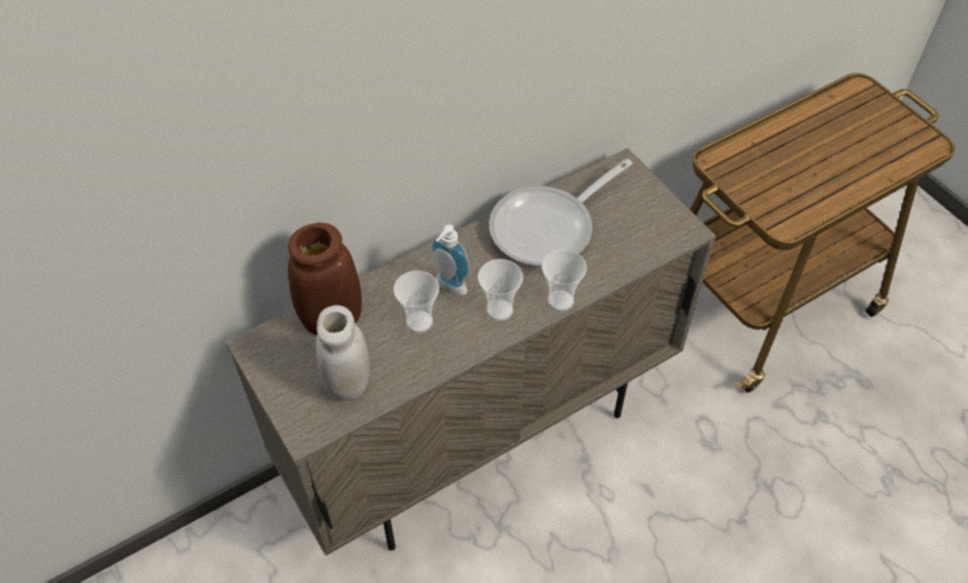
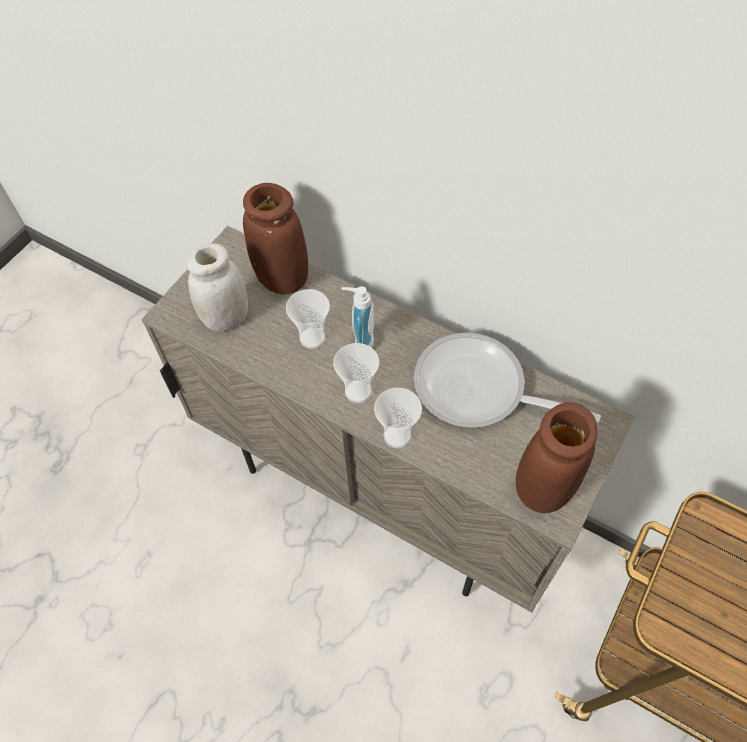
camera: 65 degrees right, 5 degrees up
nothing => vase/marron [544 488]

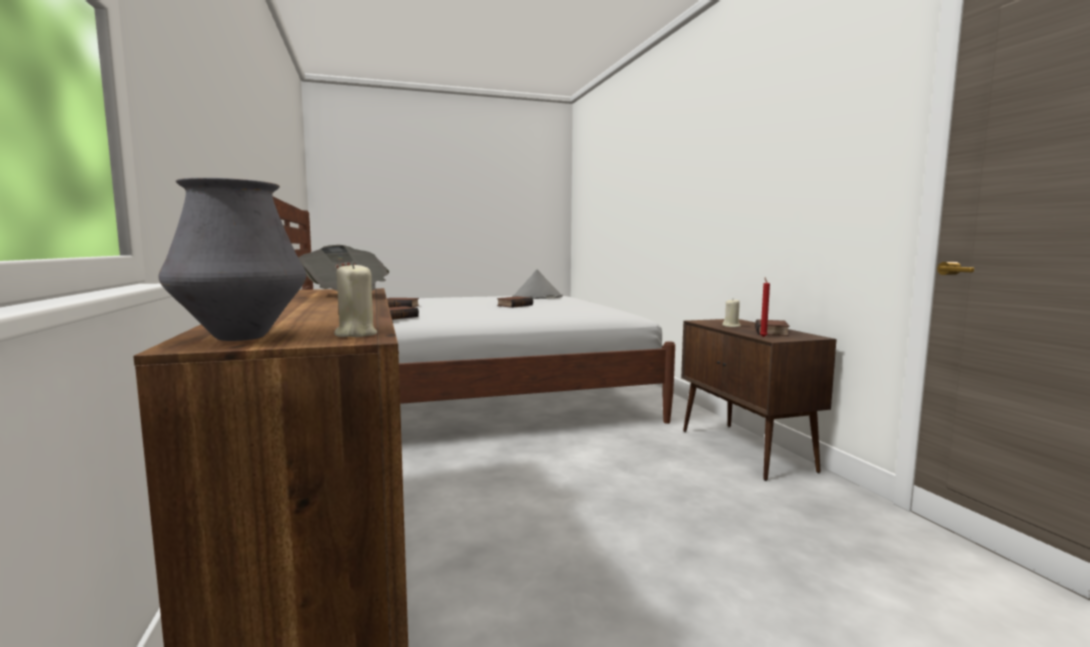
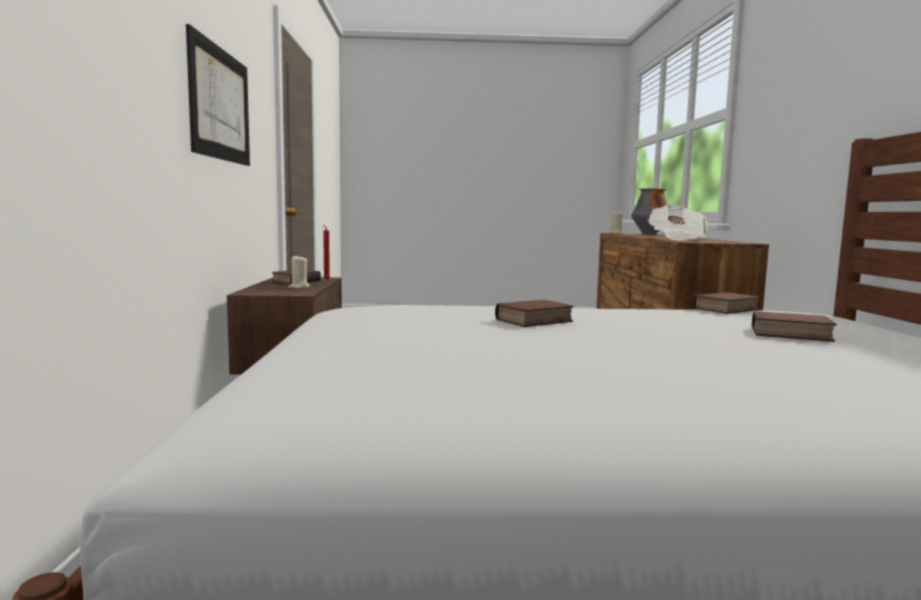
camera: 165 degrees left, 0 degrees up
chapeau/gris [537 298] => nothing
nothing => tableau [220 104]

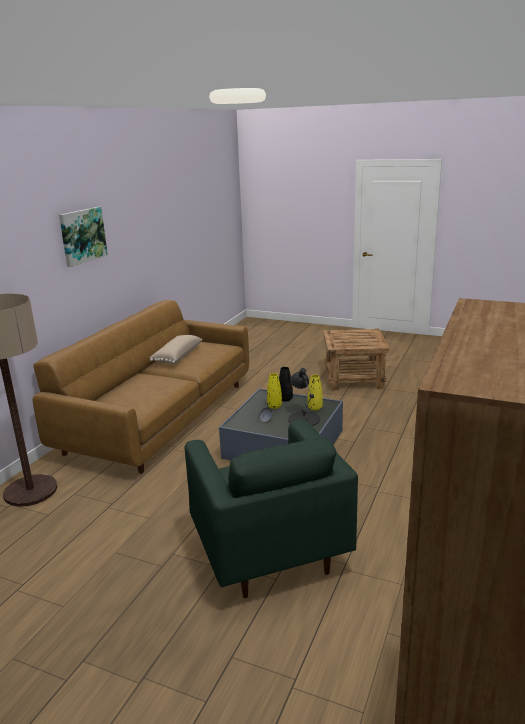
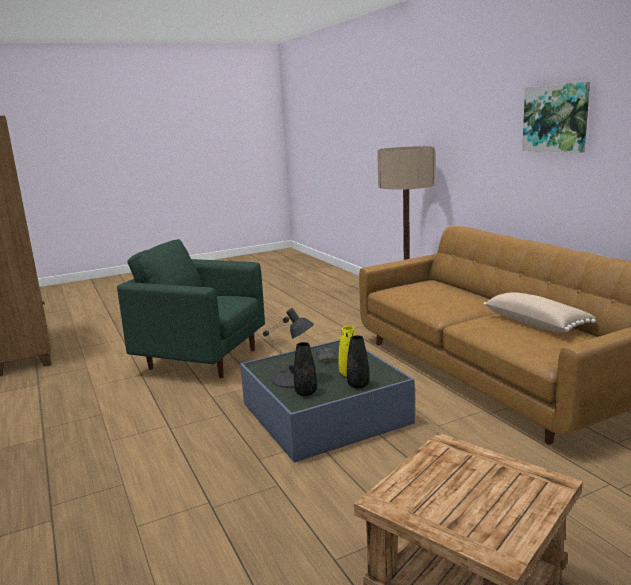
camera: 130 degrees right, 5 degrees down
vase/jaune [315 408] => vase/noir [305 392]

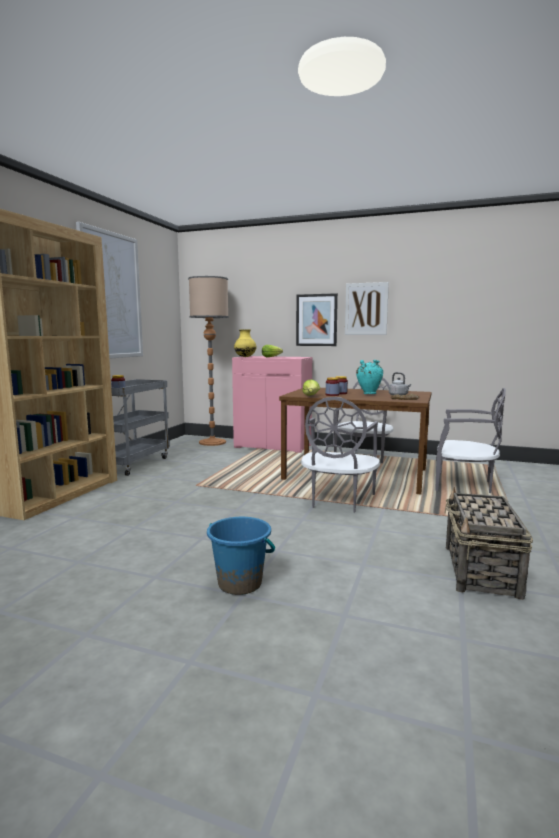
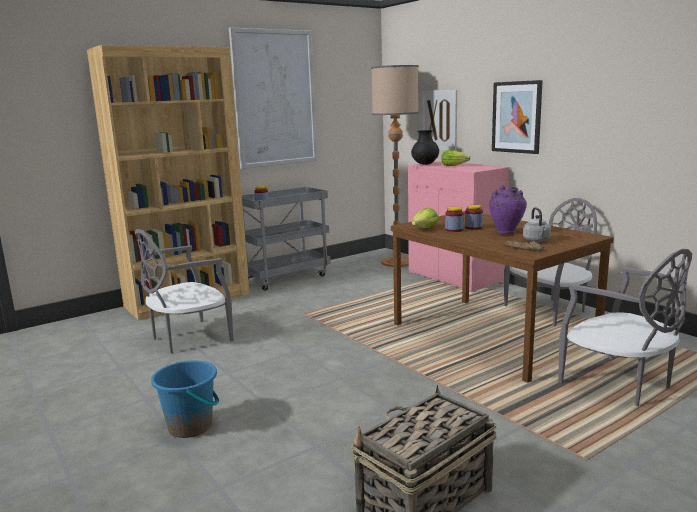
camera: 35 degrees right, 5 degrees up
tableau [366 309] => tableau [439 120], relocated
vase/jaune [245 357] => vase/noir [425 164]
vase/turquoise [369 394] => vase/violet [506 232]
chaise/gris [337 501] => chaise/gris [189 338], relocated

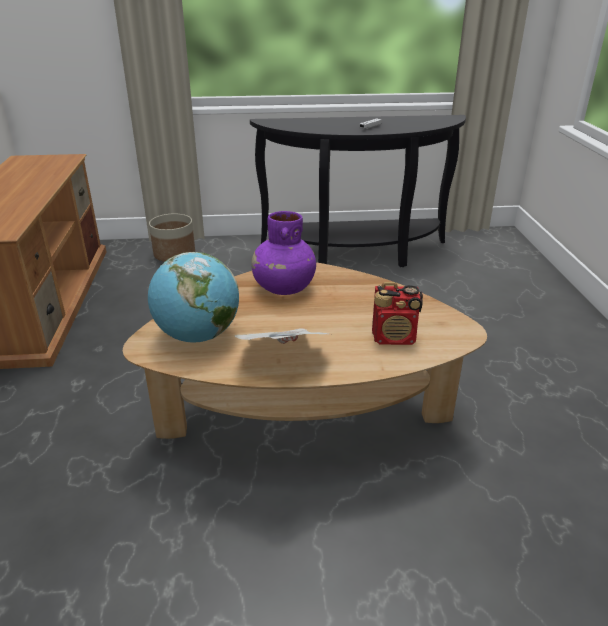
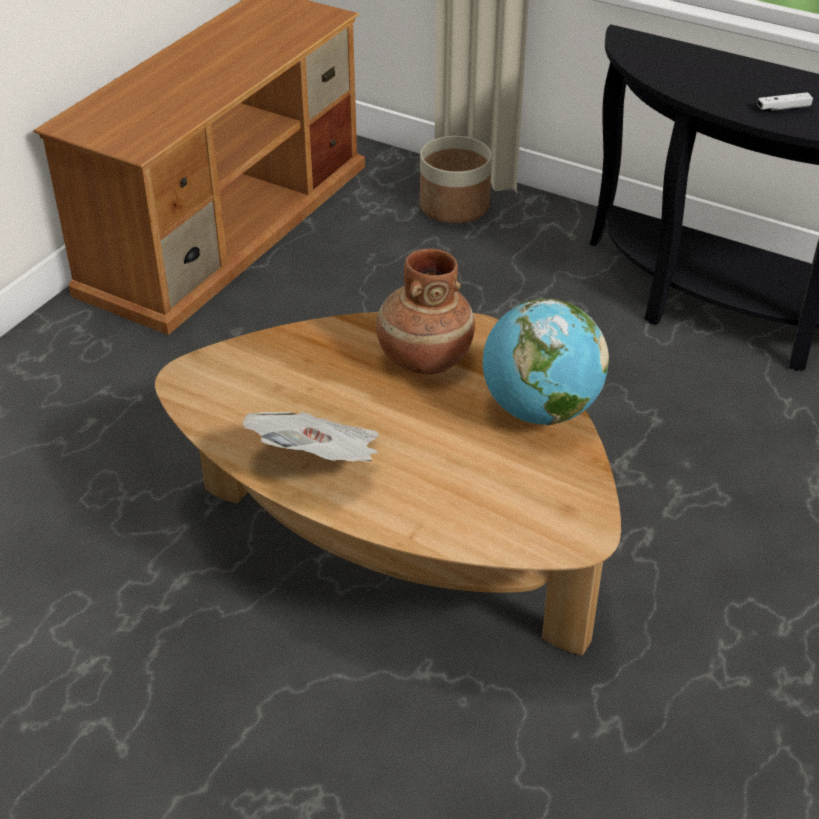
camera: 35 degrees right, 10 degrees up
vase/violet [283 288] => vase/marron [424 359]
globe [198 336] => globe [540 410], relocated
radio [394 338] => nothing

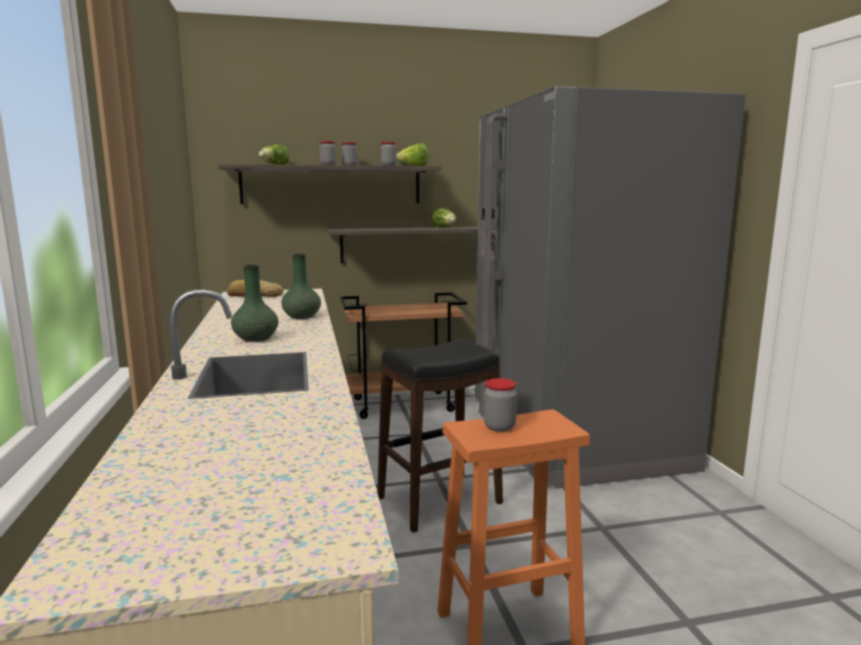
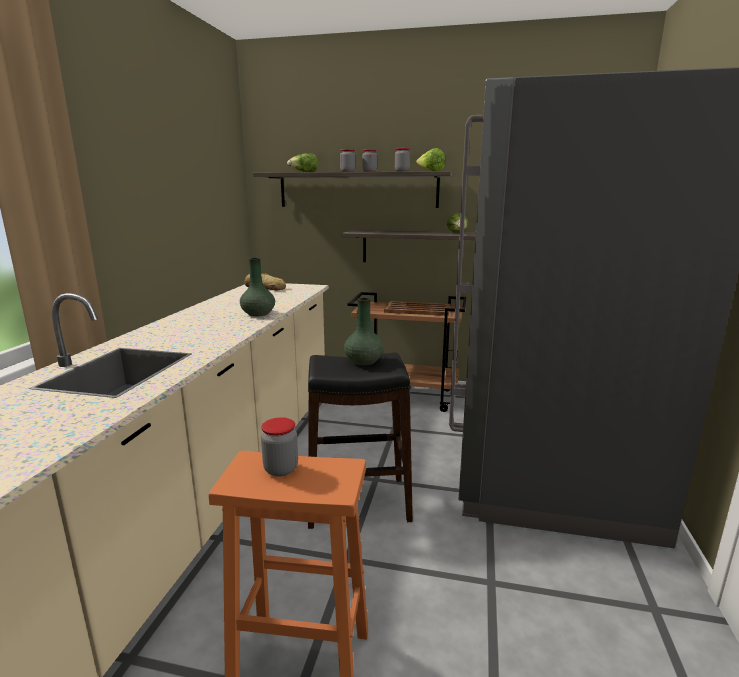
camera: 25 degrees right, 5 degrees up
vase/vert [256 338] => vase/vert [364 361], relocated
nothing => plateau/marron [418 309]

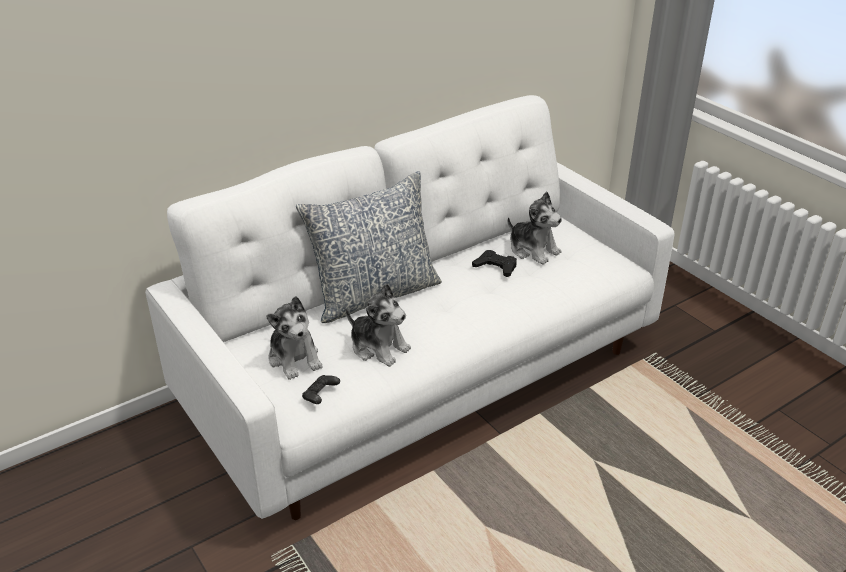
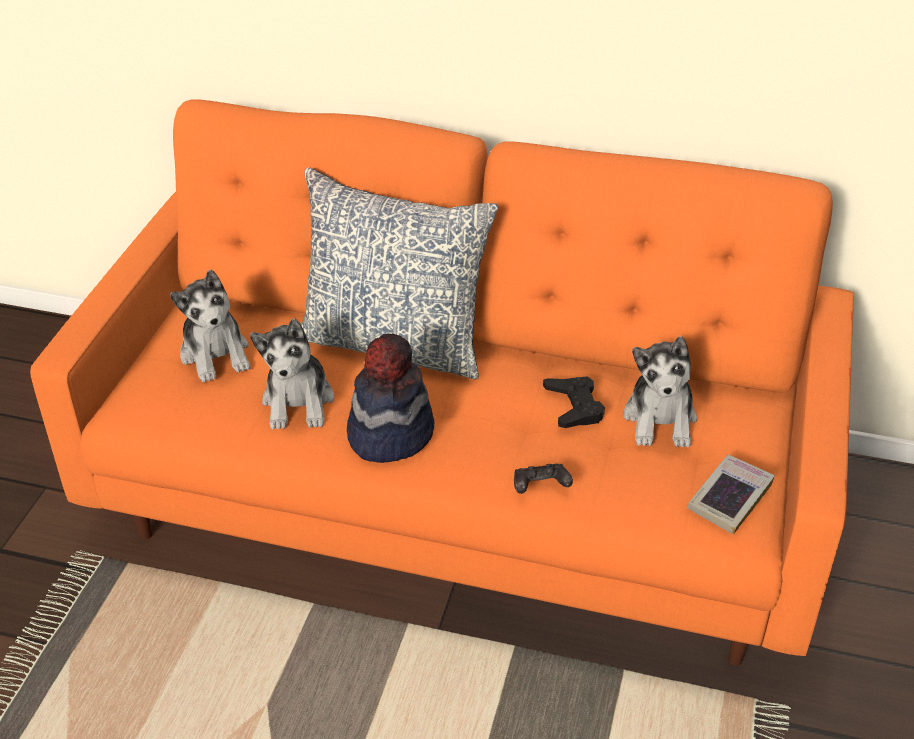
camera: 50 degrees right, 5 degrees up
canapé/blanc [423 379] => canapé/orange [458 502]
peluche [295 358] => peluche [216 354], 45 degrees counterclockwise
manette/noir [320 396] => manette/noir [540 487], relocated
nothing => chapeau [389 433]
nothing => livre [729 498]

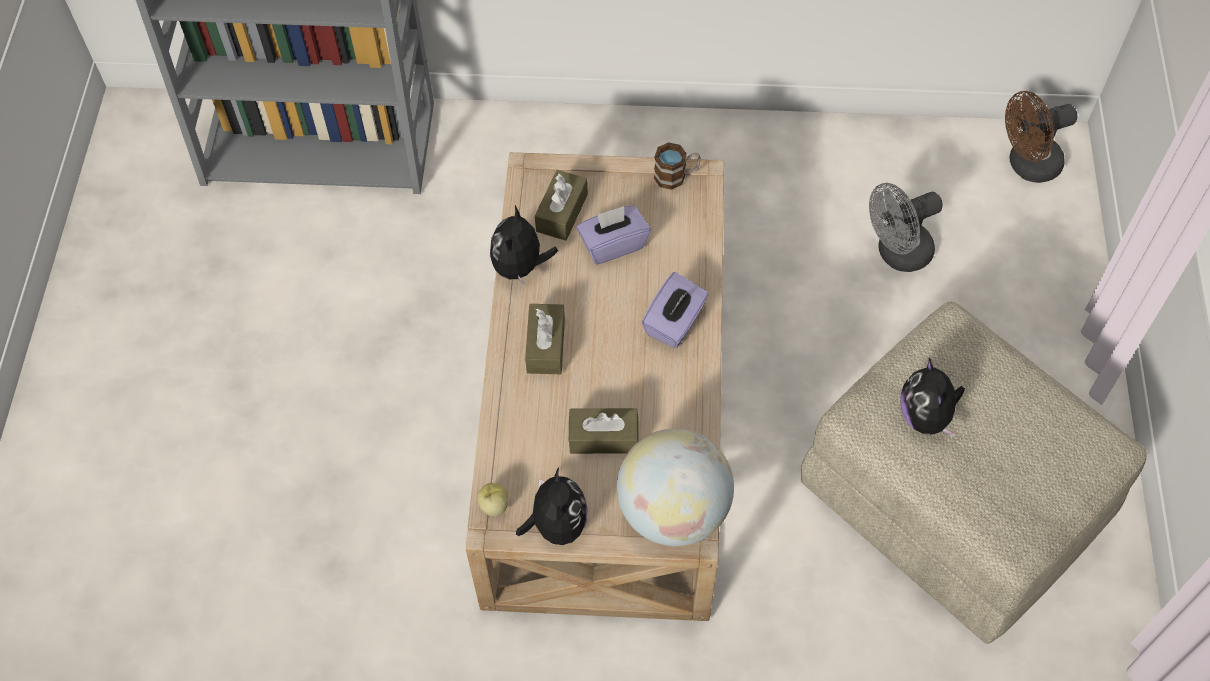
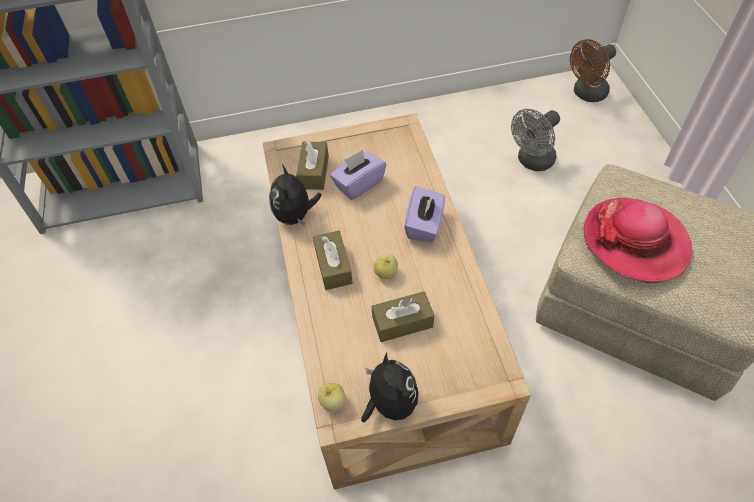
camera: 15 degrees left, 5 degrees down
mug [676 176] => nothing
peluche [926 417] => chapeau [635 242]
globe [673 511] => nothing
nothing => pomme [386 273]

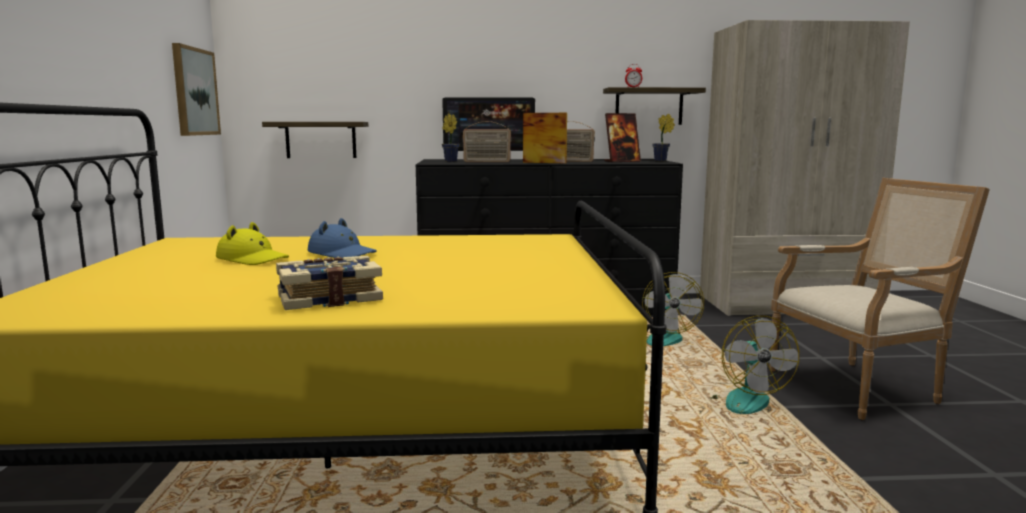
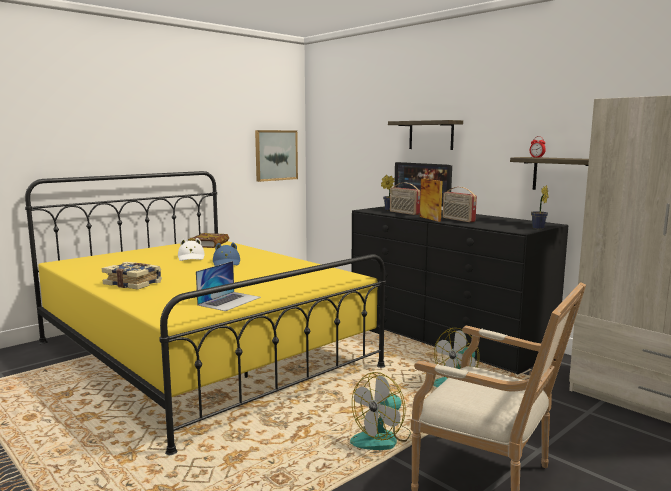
camera: 50 degrees right, 0 degrees up
cadre photo [622 161] => nothing
étagère [321 140] => étagère [431 135], relocated
chapeau/jaune [253 259] => chapeau/blanc [191 257]
nothing => livre [209 244]
nothing => ordinateur portable [229 301]

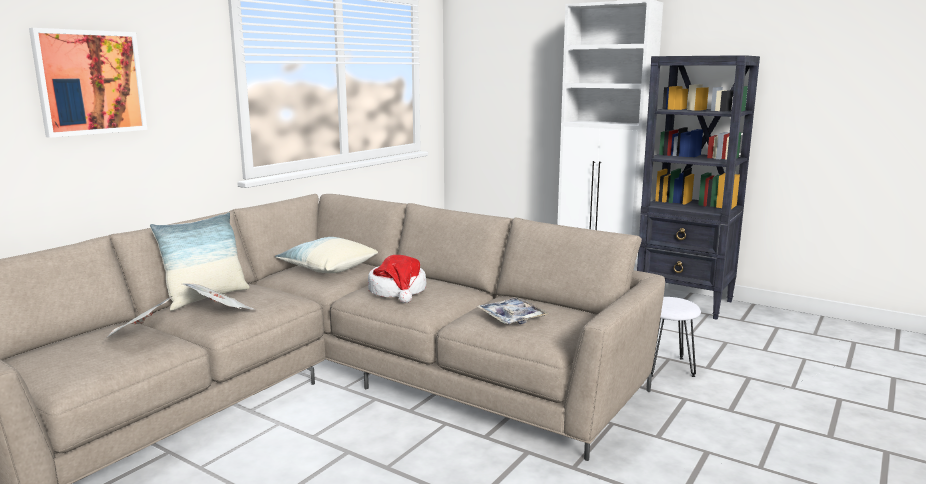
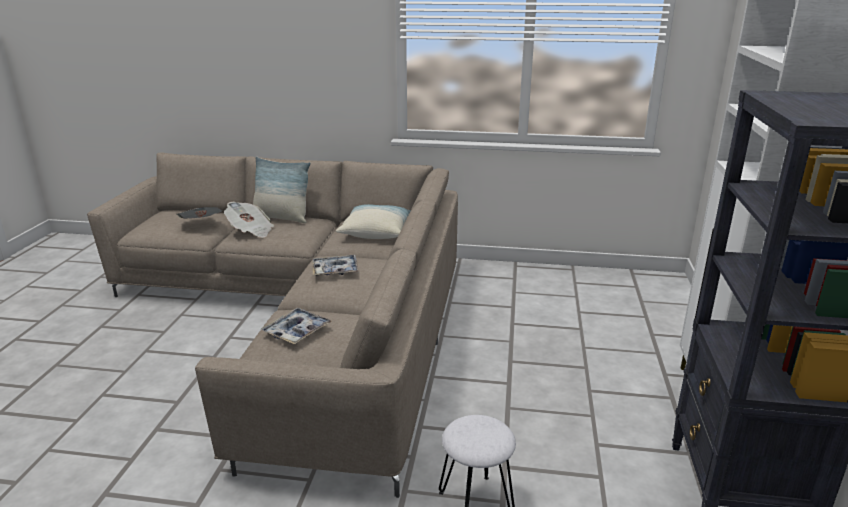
camera: 65 degrees right, 10 degrees up
tableau [90 82] => nothing
chapeau [398 291] => plateau [335 270]

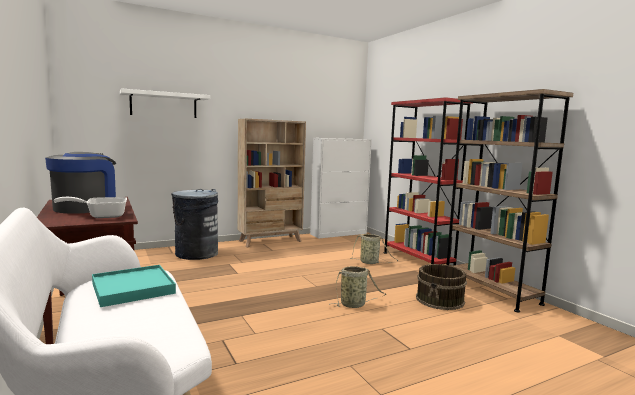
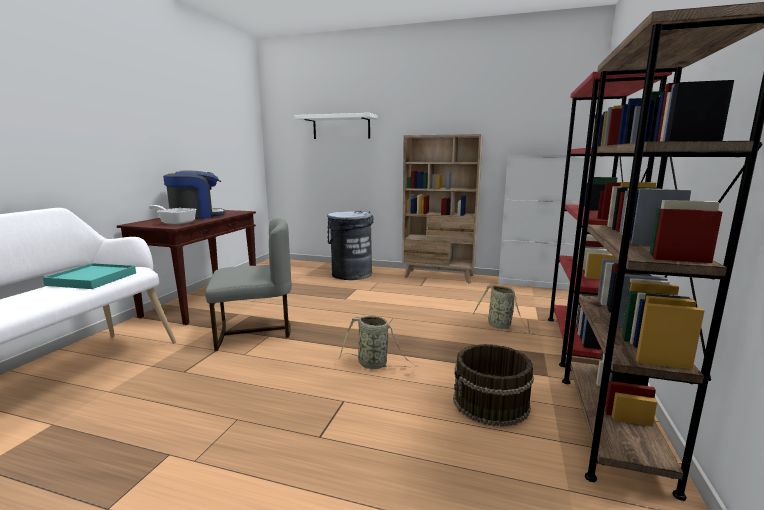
camera: 45 degrees right, 5 degrees up
nothing => chaise/gris [254 332]

